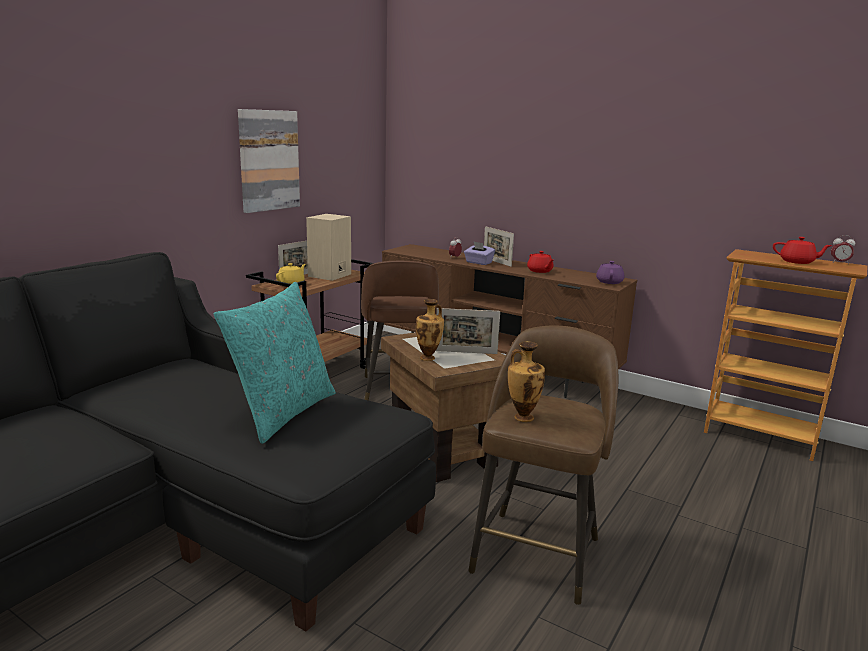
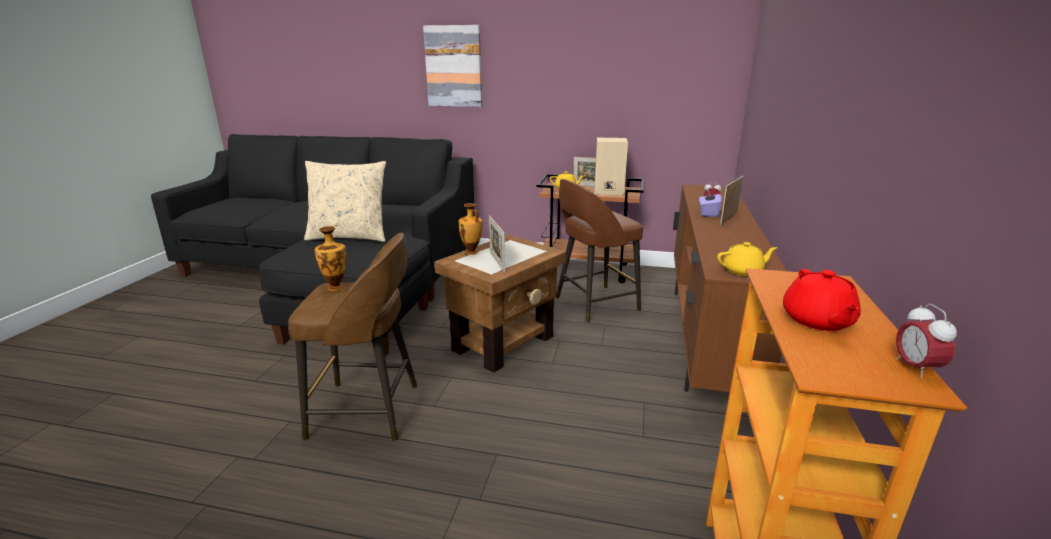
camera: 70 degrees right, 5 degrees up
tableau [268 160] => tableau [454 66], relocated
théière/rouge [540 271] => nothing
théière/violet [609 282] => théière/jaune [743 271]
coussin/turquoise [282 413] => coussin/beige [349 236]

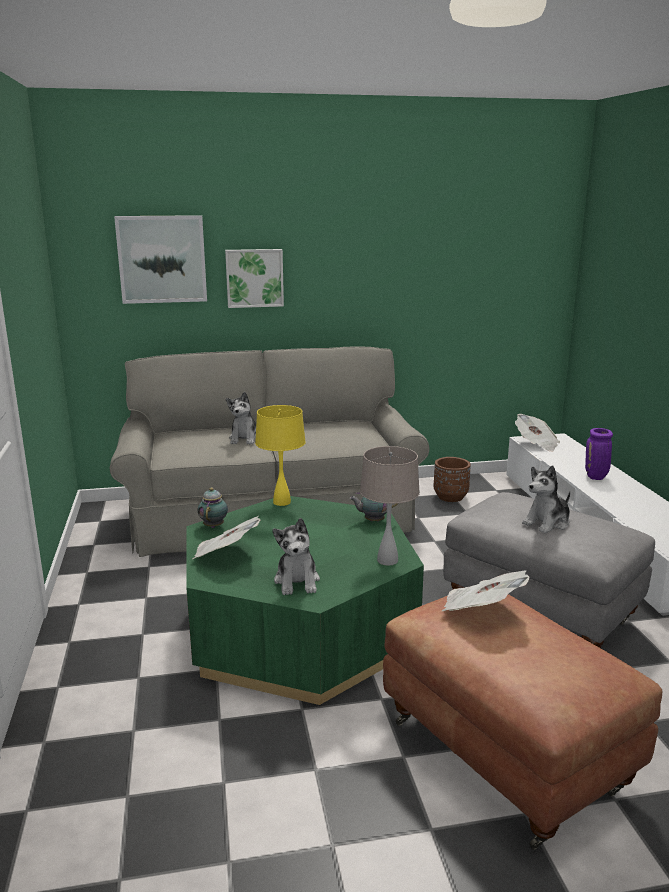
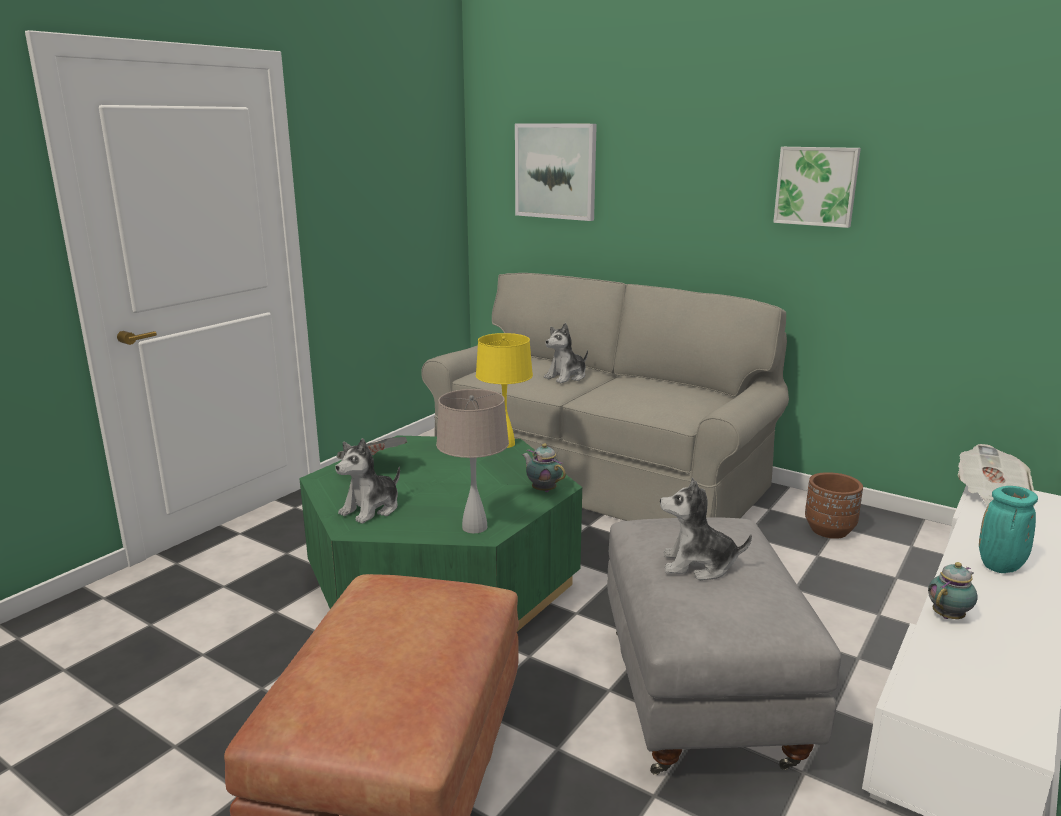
camera: 45 degrees right, 0 degrees up
tableau [254 278] => tableau [816 186], relocated
vase/violet [596 477] => vase/turquoise [1000 568]
théière [214 525] => théière [949 616], relocated
journal [481 610] => nothing

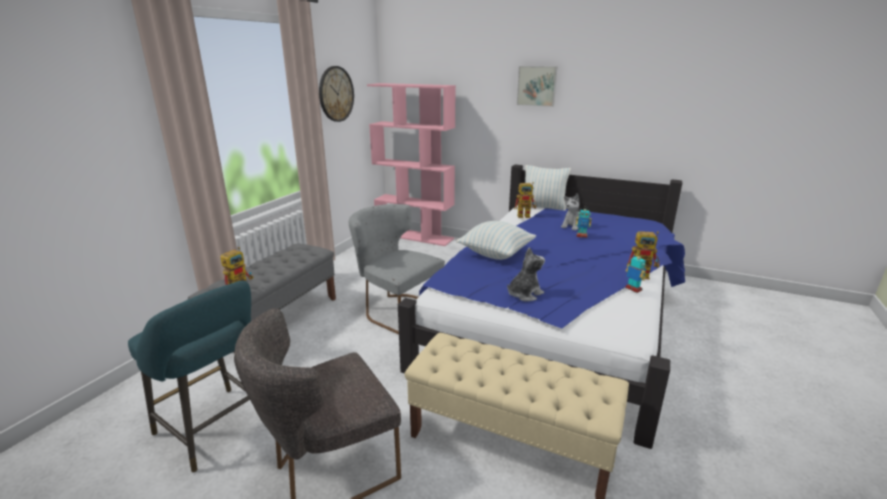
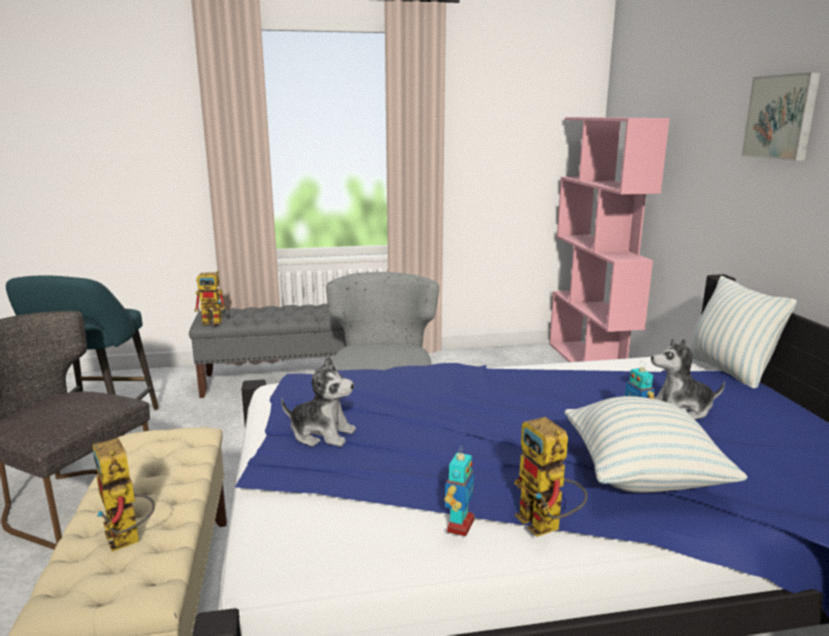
camera: 55 degrees right, 5 degrees down
horloge murale [336 94] => nothing
robot jouet [526 216] => robot jouet [128 540], relocated
coussin [496 254] => coussin [642 476], relocated

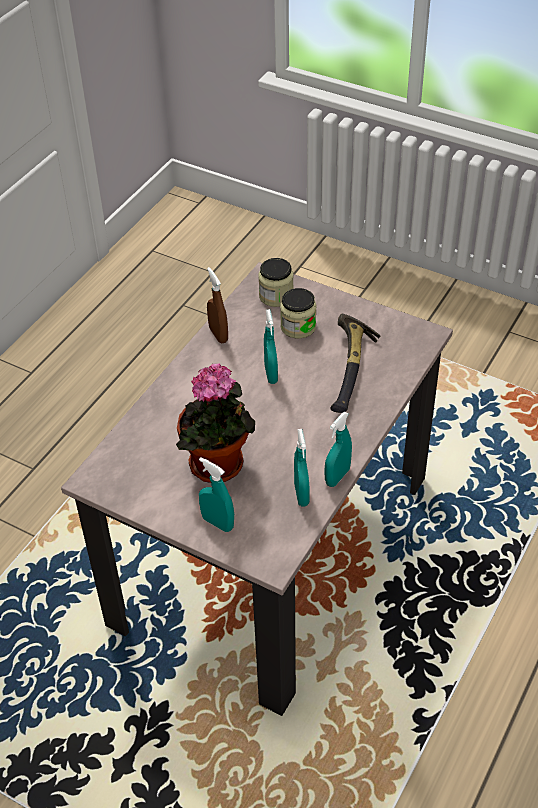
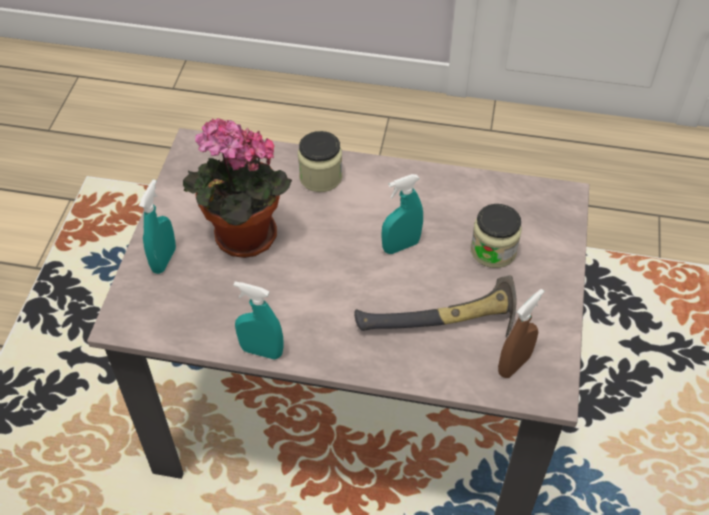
camera: 70 degrees right, 5 degrees up
bocal [276 296] => bocal [320 177], relocated
vaporisateur/marron [218 335] => vaporisateur/marron [514 364], relocated
vaporisateur/turquoise [301 494] => nothing

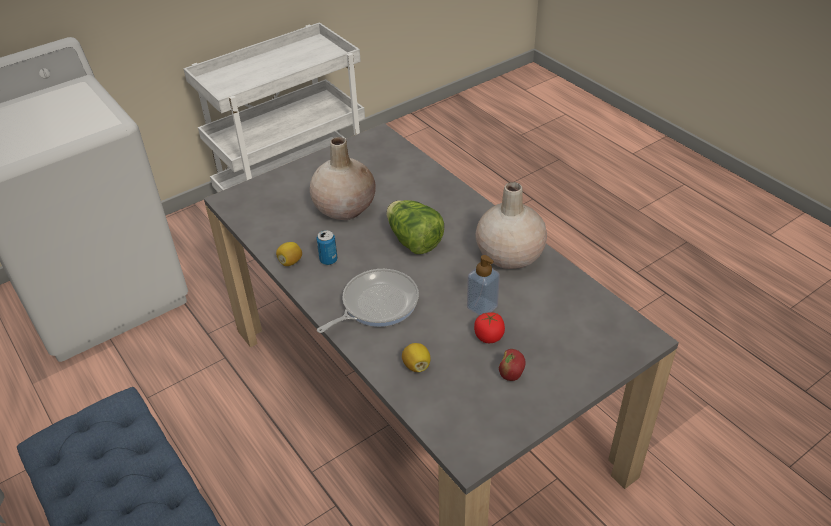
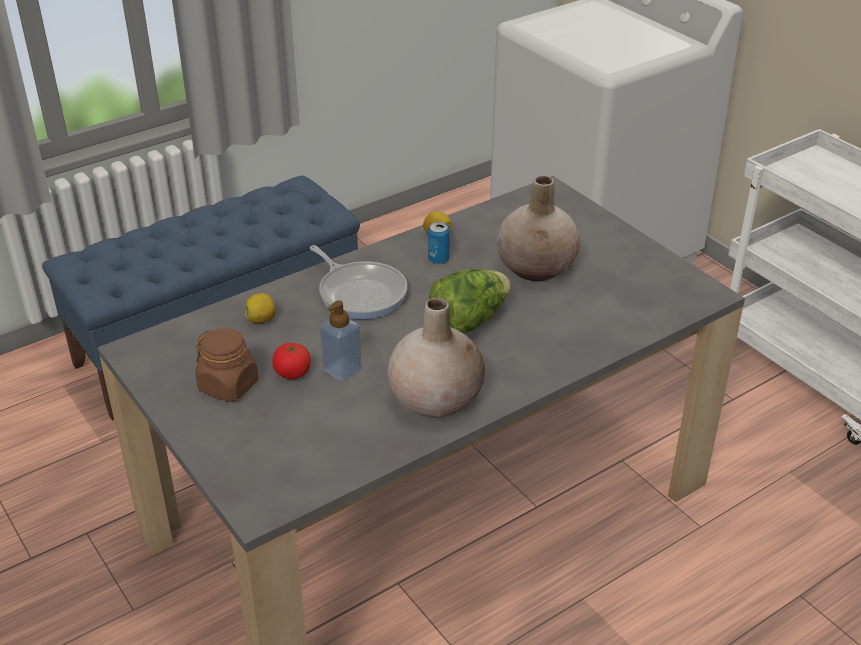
camera: 90 degrees right, 5 degrees down
pomme [511 375] => bocal/marron [229 385]

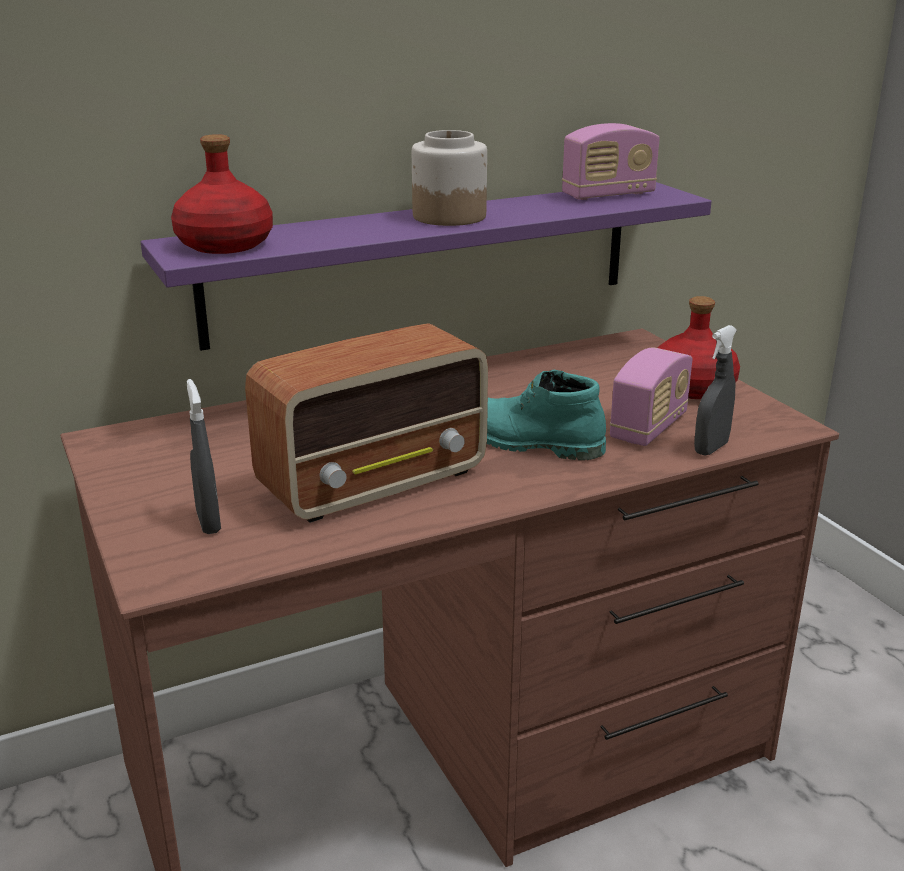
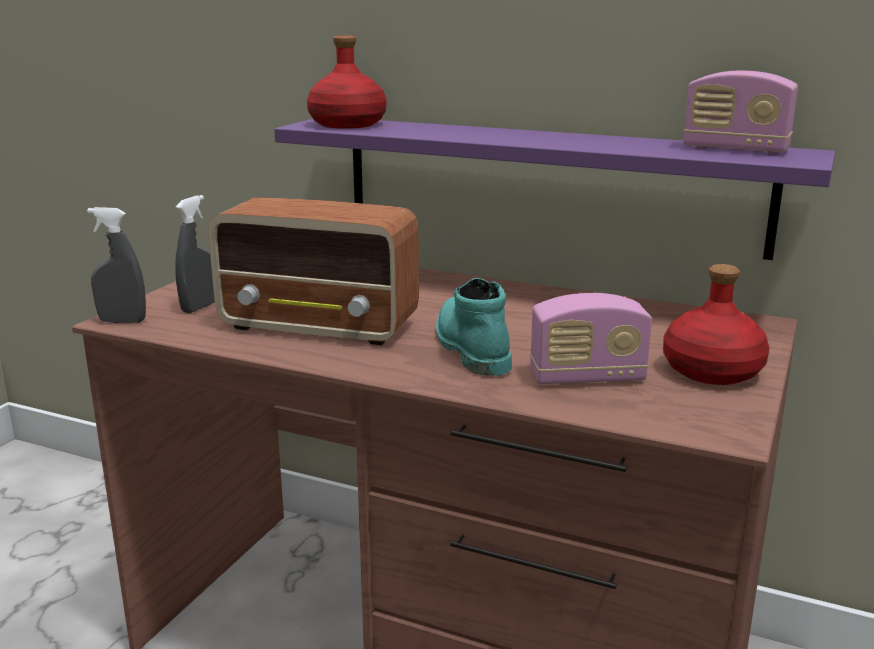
camera: 50 degrees right, 5 degrees down
bocal [449 216] => nothing
vaporisateur/gris [711 448] => vaporisateur/gris [122 321], relocated

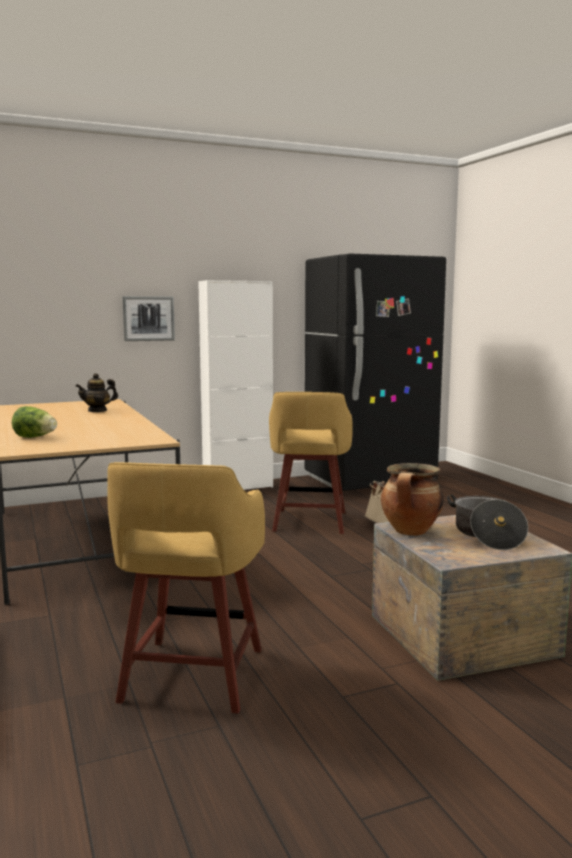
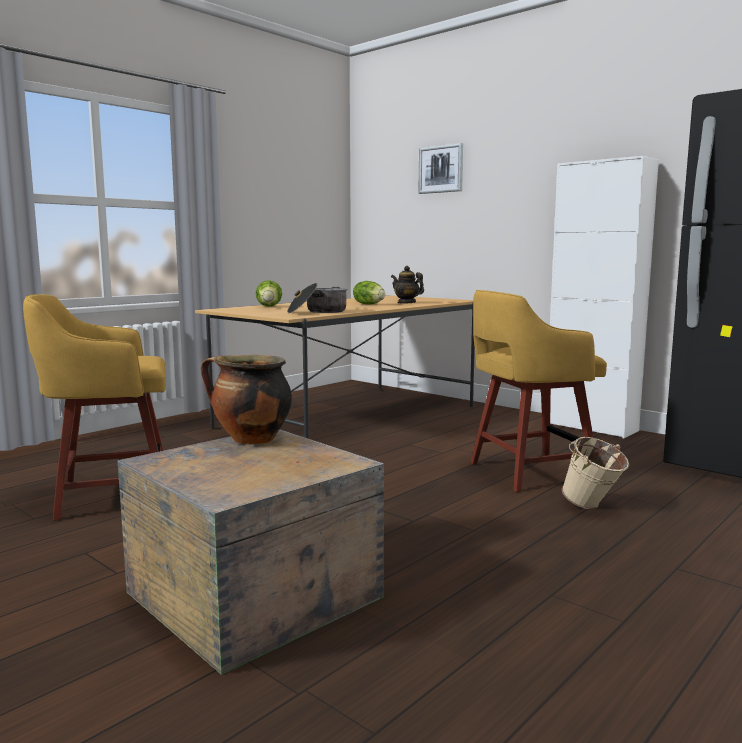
camera: 65 degrees right, 0 degrees up
tableau [148 318] => tableau [441 169], relocated
marmite [486 535] => marmite [318 312], relocated
nothing => laitue [369 304]

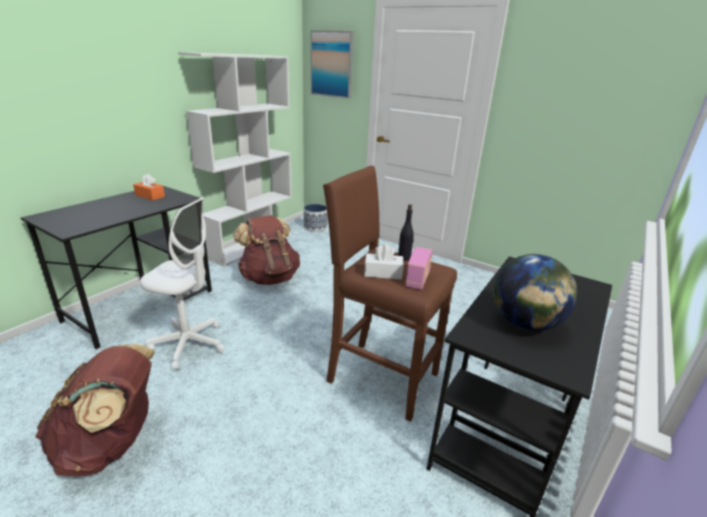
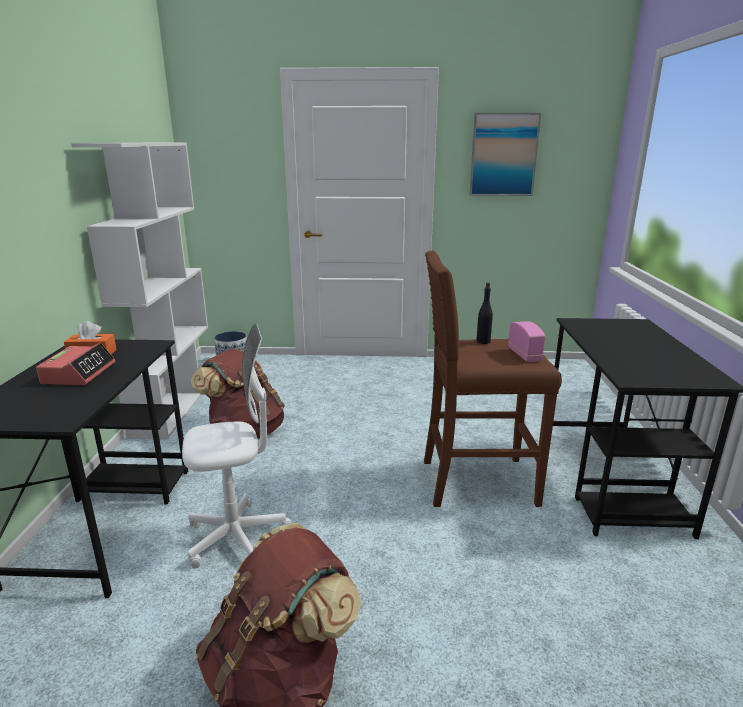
camera: 30 degrees left, 5 degrees down
tableau [332 64] => tableau [503 155], relocated
boîte à mouchoirs/blanc [383 273] => nothing
globe [524 324] => nothing
nothing => réveil [79 373]

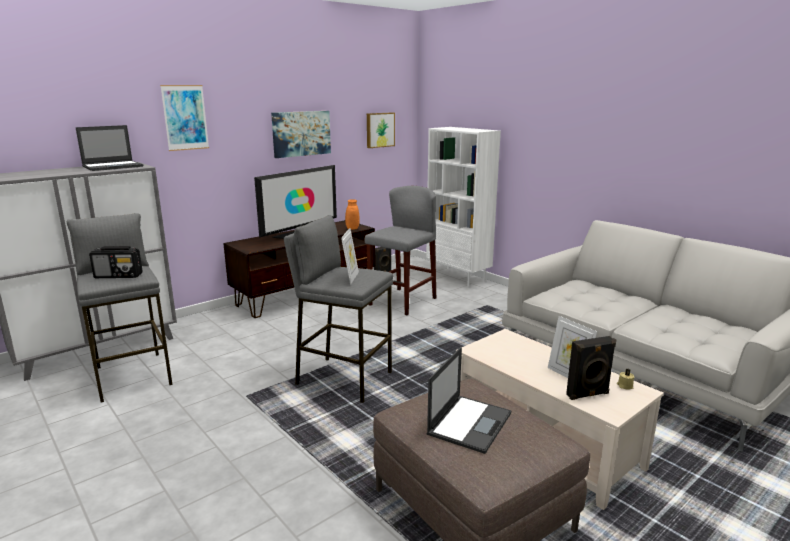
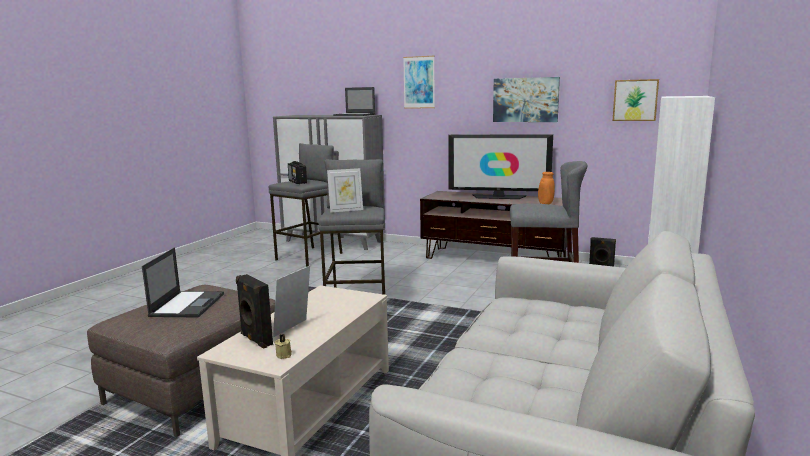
camera: 65 degrees right, 5 degrees down
ordinateur portable [470 423] => ordinateur portable [188 304], 90 degrees counterclockwise

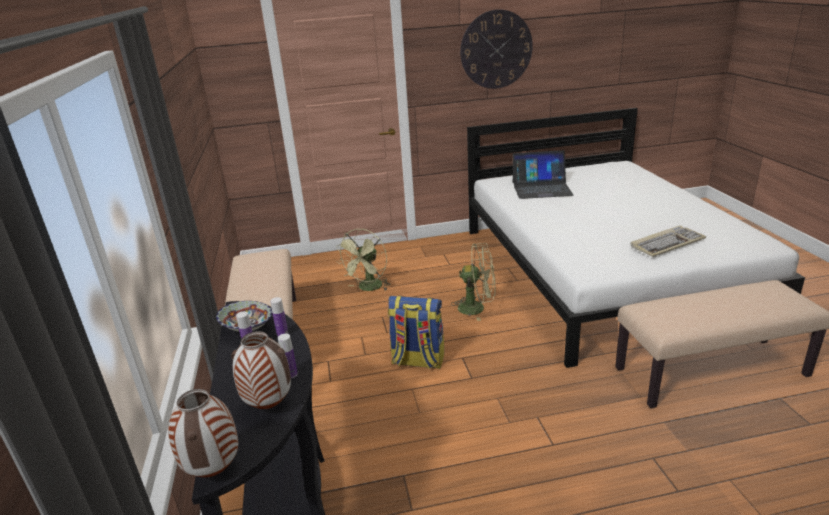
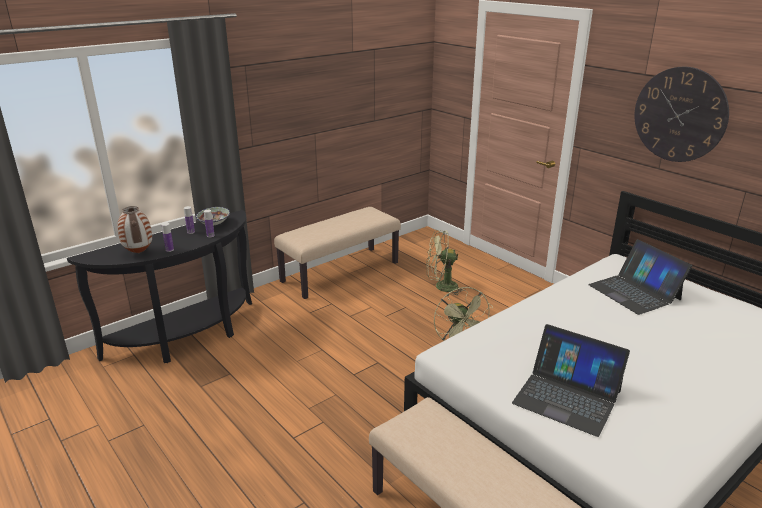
camera: 60 degrees right, 0 degrees up
clavier [667 243] => ordinateur portable [567 397]
sac à dos [417 361] => nothing
vase [213 471] => nothing

